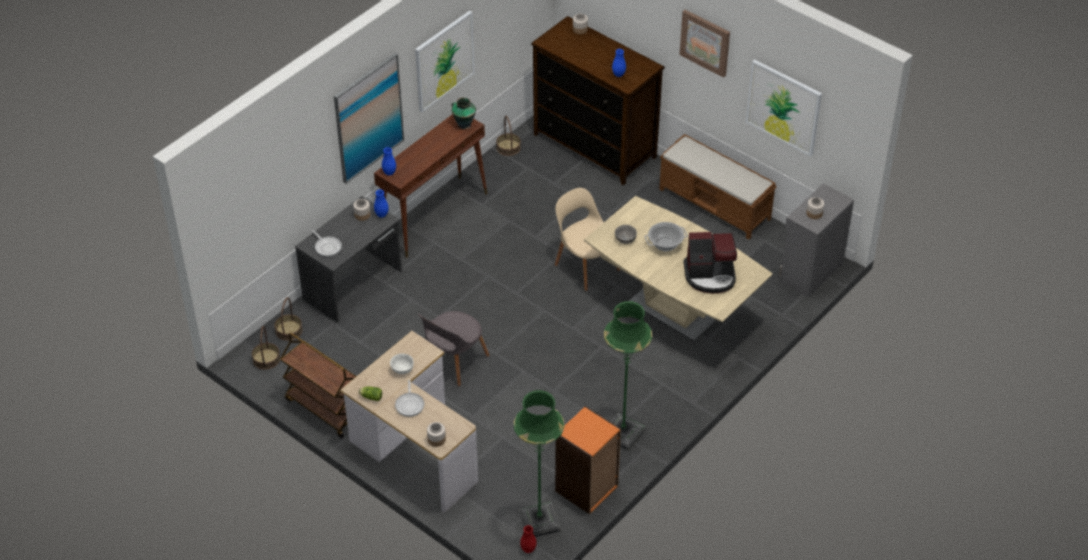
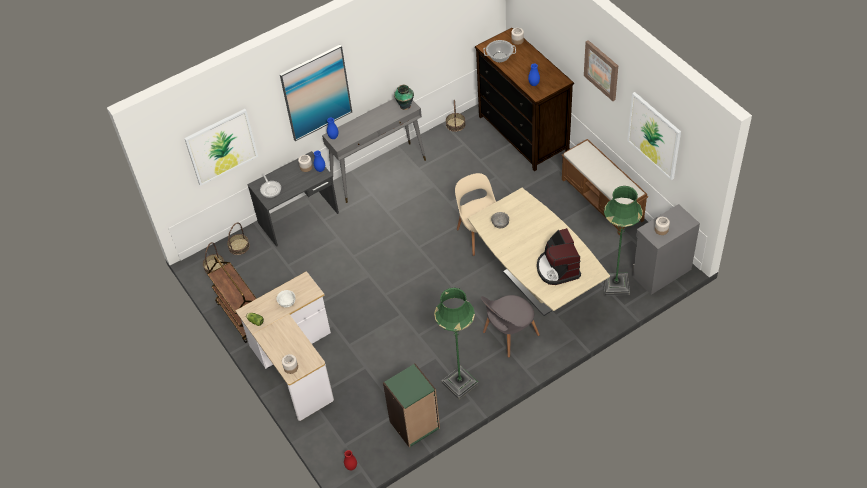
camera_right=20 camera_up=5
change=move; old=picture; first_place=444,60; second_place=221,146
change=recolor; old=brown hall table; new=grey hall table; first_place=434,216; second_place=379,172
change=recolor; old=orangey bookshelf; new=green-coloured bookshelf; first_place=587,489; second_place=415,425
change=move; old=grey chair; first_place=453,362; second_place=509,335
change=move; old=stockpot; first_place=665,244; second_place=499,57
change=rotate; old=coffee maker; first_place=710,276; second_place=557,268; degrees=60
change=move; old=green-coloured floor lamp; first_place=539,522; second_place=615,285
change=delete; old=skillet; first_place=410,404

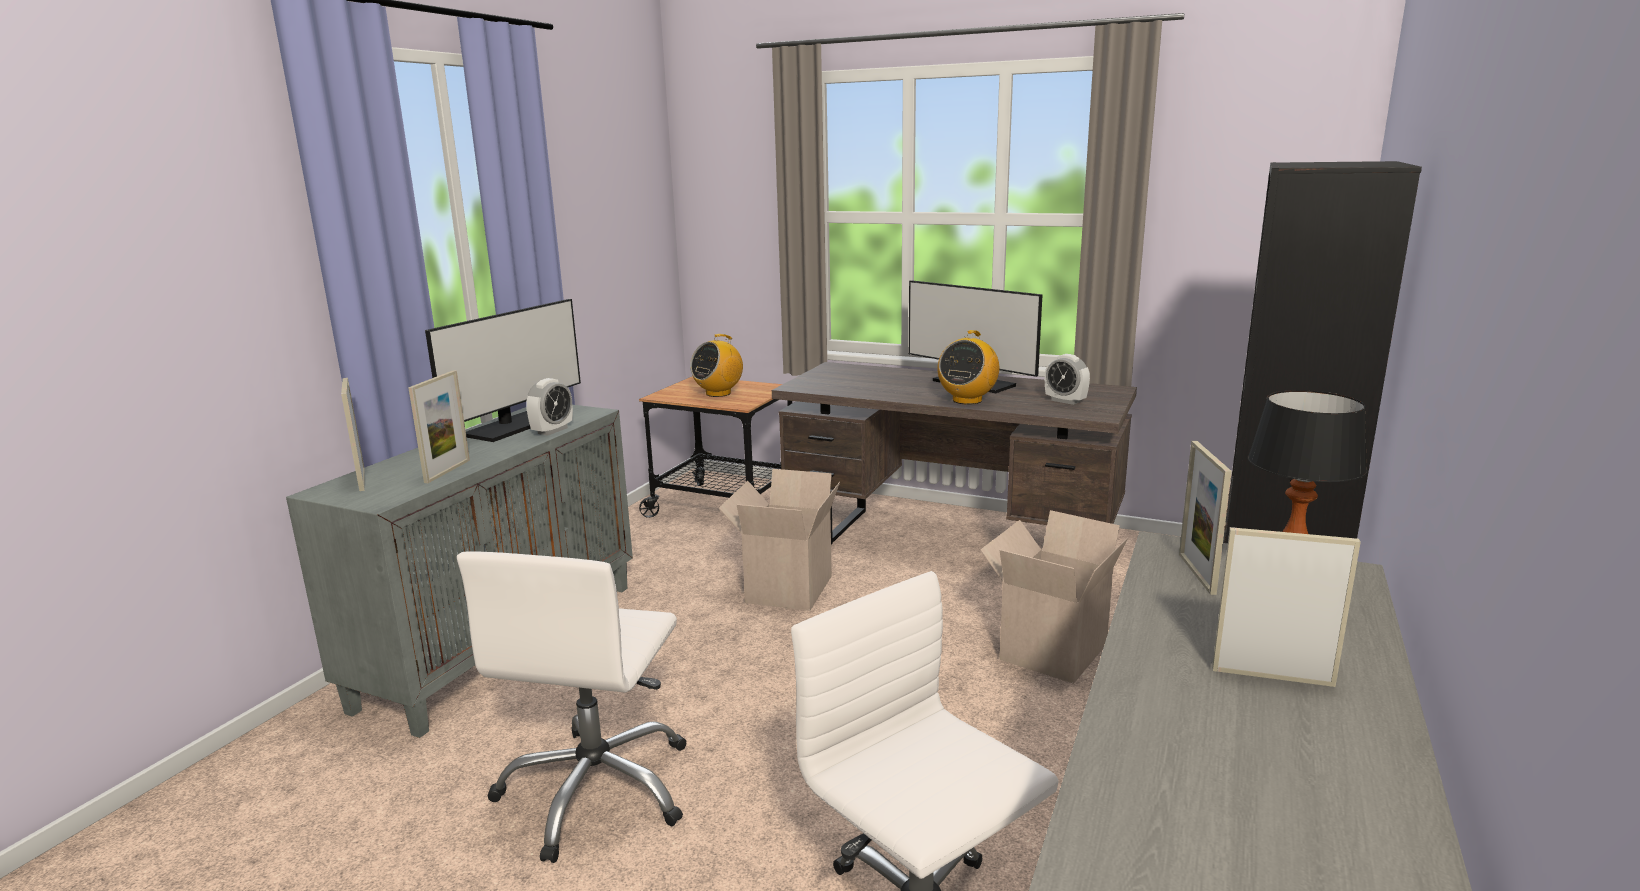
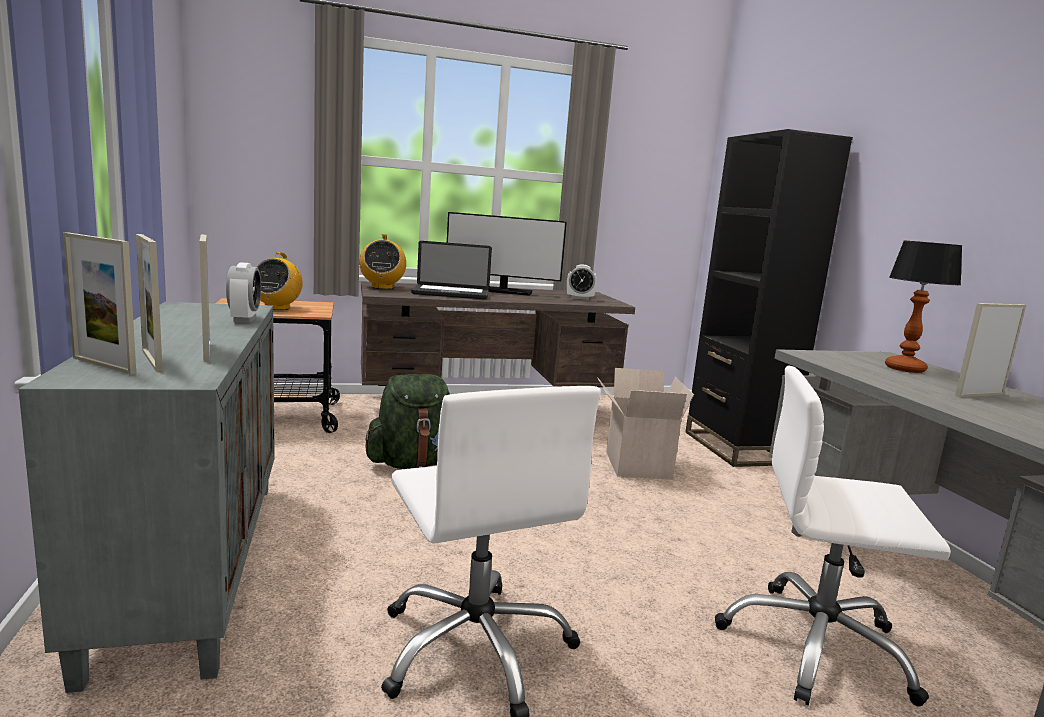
camera_right=-40 camera_up=-5
change=move; old=standing frame; first_place=1196,573; second_place=151,360
change=move; old=radio; first_place=967,400; second_place=382,287
change=replace; old=cardboard box; new=green-coloured backpack; first_place=787,588; second_place=414,463
change=insert; new=laptop; second_place=451,294
change=delete; old=computer screen; first_place=512,426

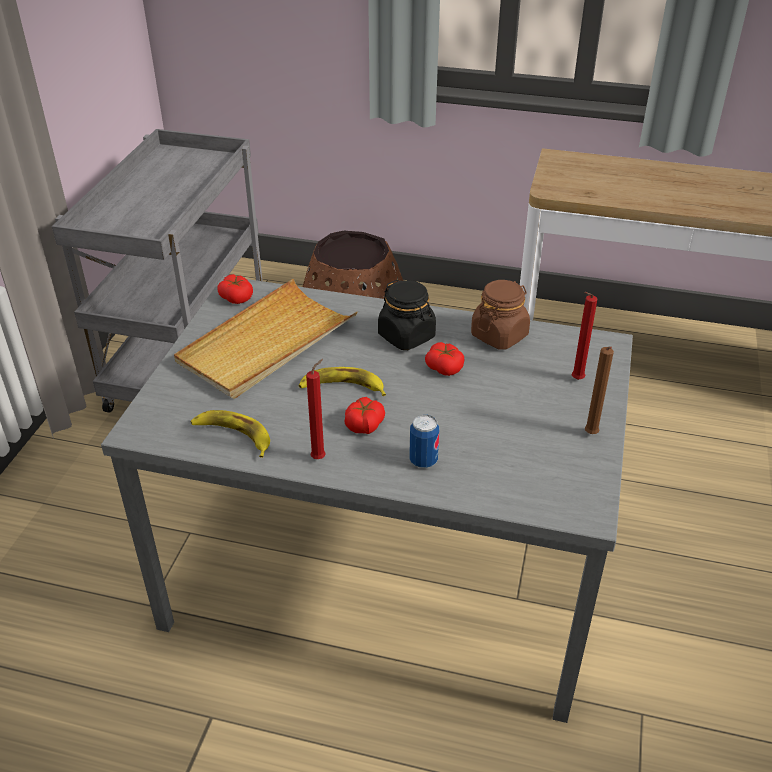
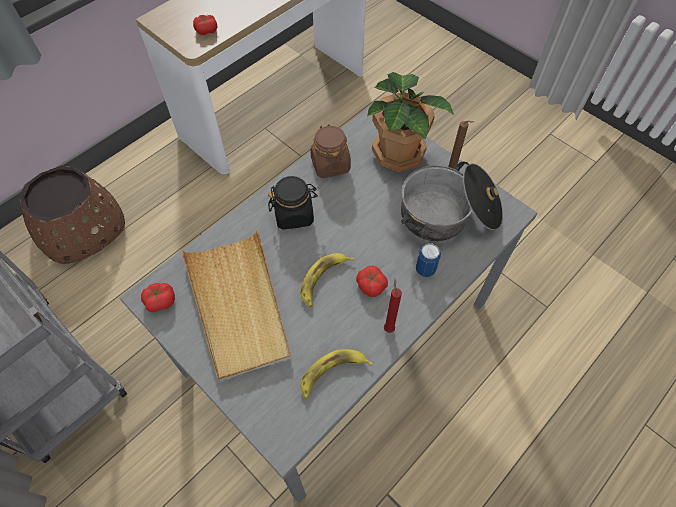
camera_right=-60 camera_up=20
change=move; old=whole tomato; first_place=444,367; second_place=206,30
change=replace; old=reddish wax light; new=plant in a pot; first_place=575,380; second_place=399,152
change=insert; new=stockpot; second_place=449,215

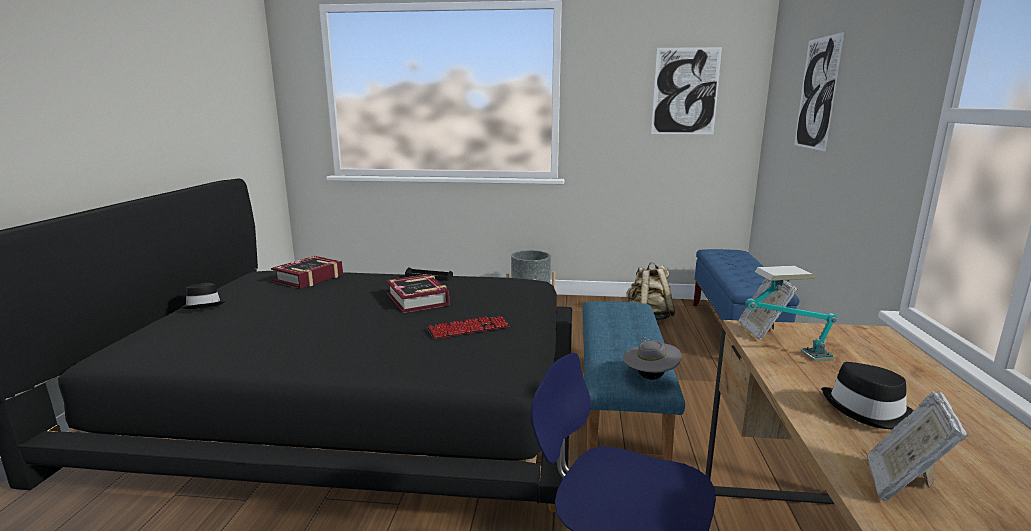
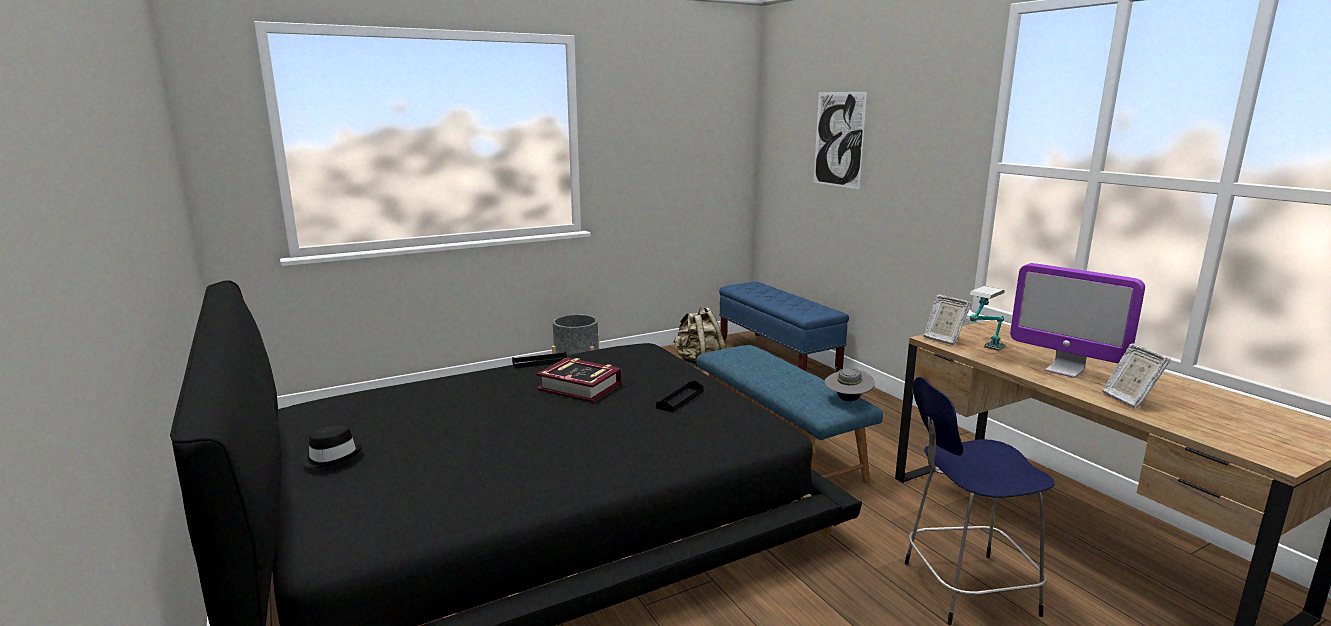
camera_right=-35 camera_up=0
change=replace; old=computer keyboard; new=black-coloured tray; first_place=468,329; second_place=680,399
change=replace; old=black-coloured clothing hat; new=computer screen; first_place=869,411; second_place=1064,370
change=delete; old=volume; first_place=309,278
change=delete; old=picture; first_place=685,91

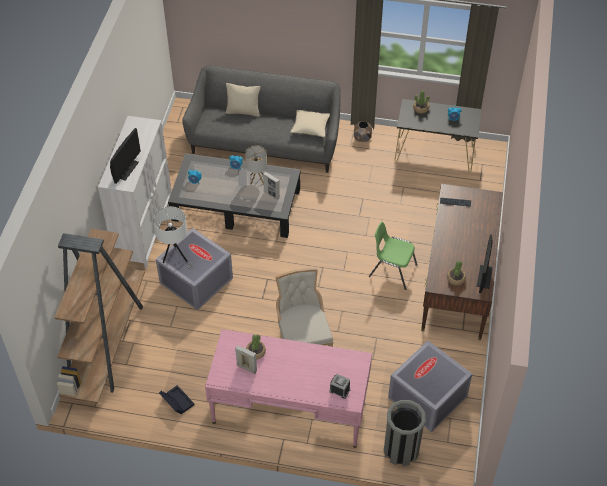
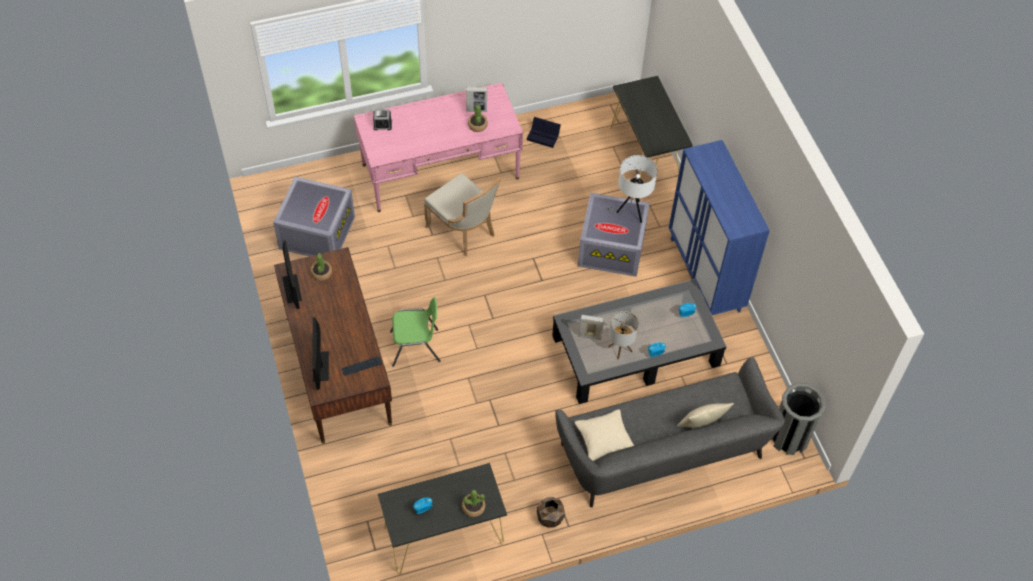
camera_right=150 camera_up=5
change=move; old=computer screen; first_place=126,169; second_place=321,366
change=replace; old=brown bookshelf; new=black-coloured hall table; first_place=106,343; second_place=646,156
change=recolor; old=whitish storage cabinet; new=blue-coloured storage cabinet; first_place=144,232; second_place=705,274
change=move; old=grey trash can; first_place=401,450; second_place=789,437

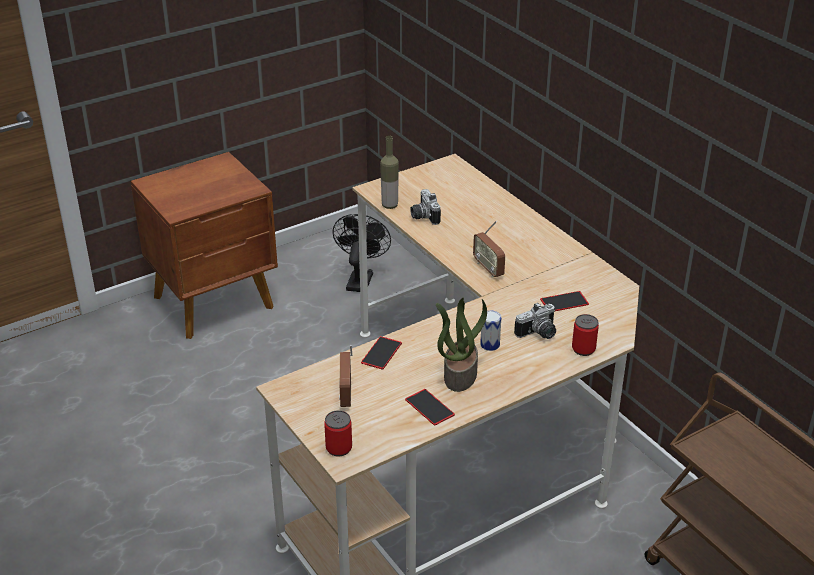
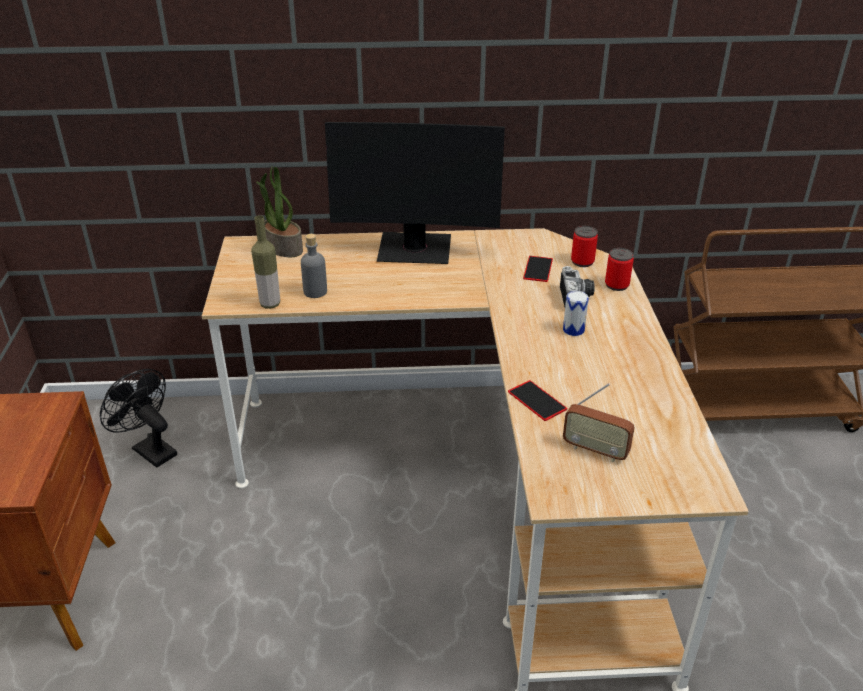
camera_right=-60 camera_up=0
change=move; old=plant in a pot; first_place=459,375; second_place=282,248
change=replace; old=photo camera; new=grey drink bottle; first_place=423,216; second_place=315,292
change=insert; new=computer screen; second_place=415,250
change=move; old=metal can; first_place=339,448; second_place=582,262
change=delete; old=handset; first_place=429,407
change=delete; old=radio; first_place=488,268

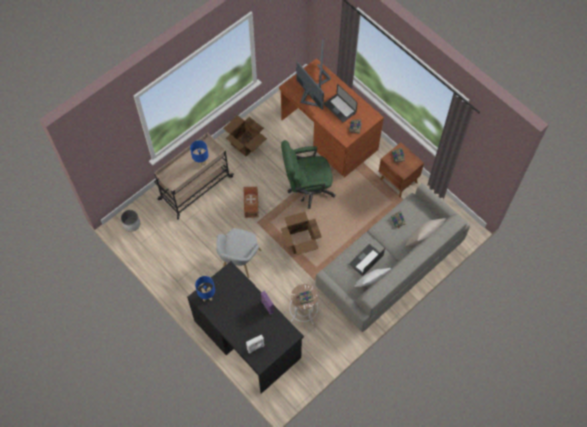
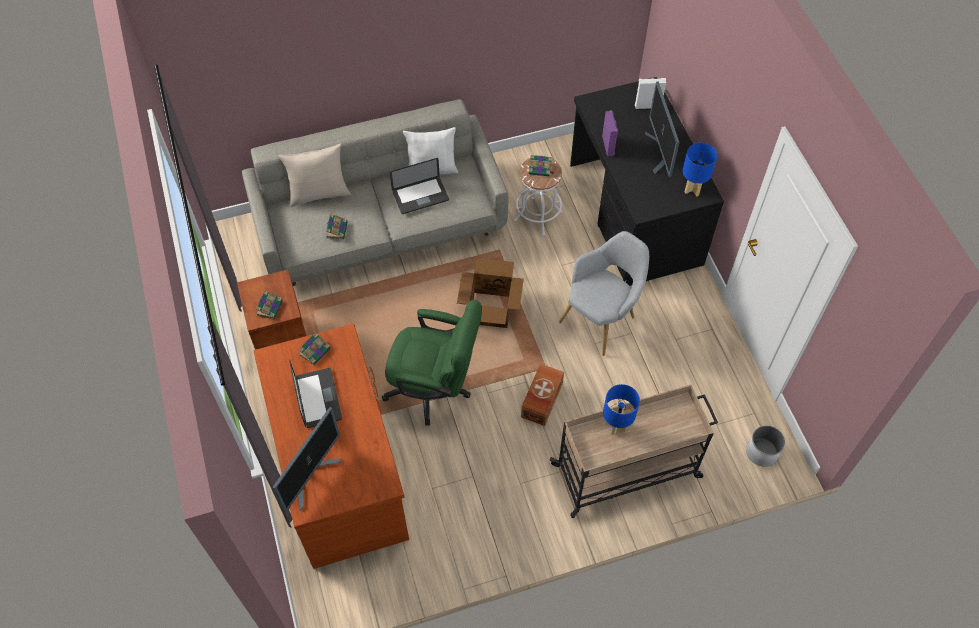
camera_right=-155 camera_up=-5
change=move; old=computer screen; first_place=308,98; second_place=661,153
change=delete; old=cardboard box; first_place=246,144

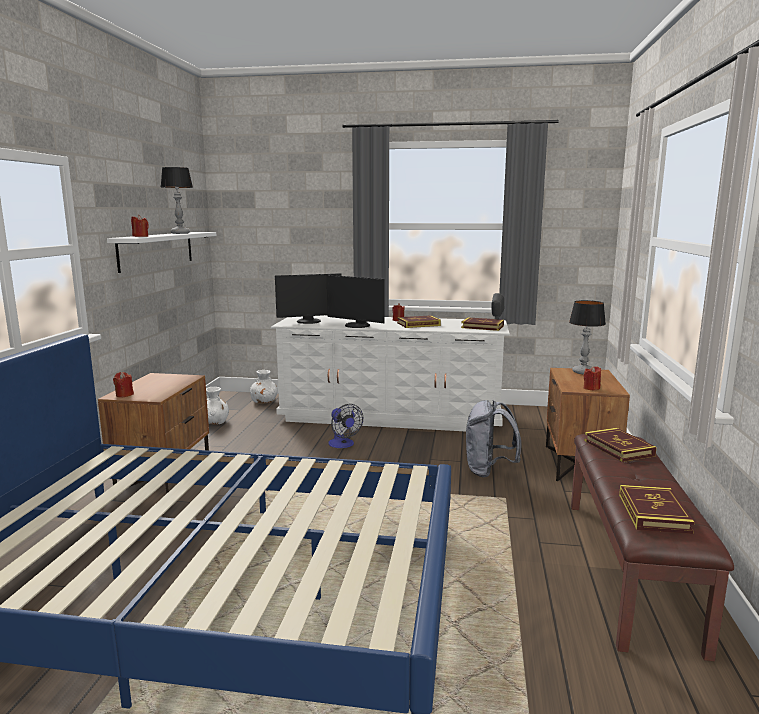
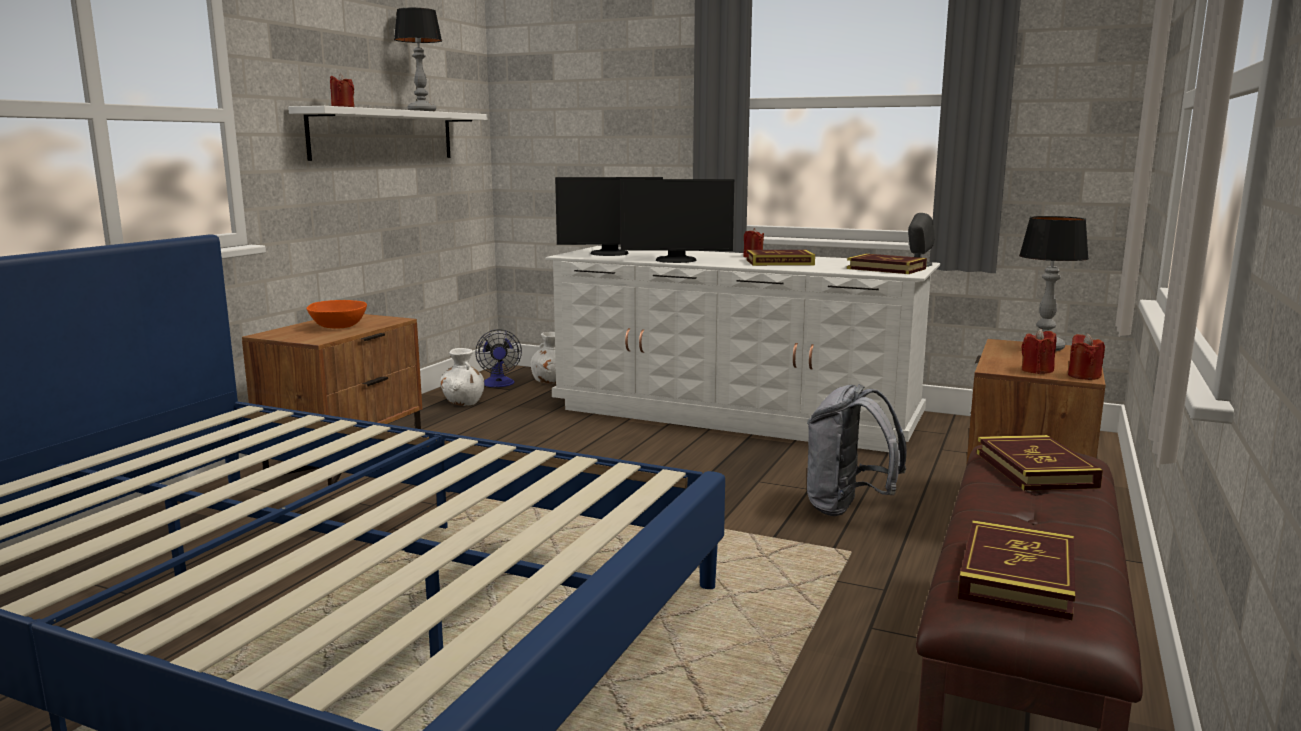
camera_right=15 camera_up=0
change=insert; new=orangey bowl; second_place=339,327
change=move; old=cooling fan; first_place=343,445; second_place=499,384
change=rotate; old=computer screen; first_place=356,326; second_place=676,260; degrees=-45
change=move; old=reddish wax light; first_place=124,395; second_place=1083,376

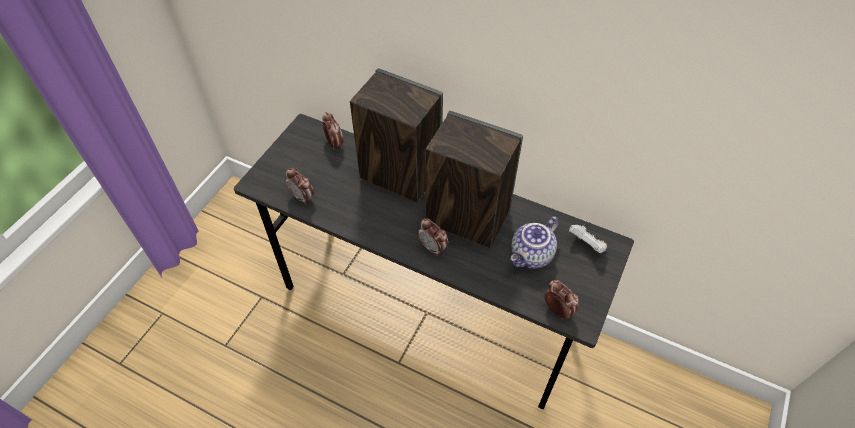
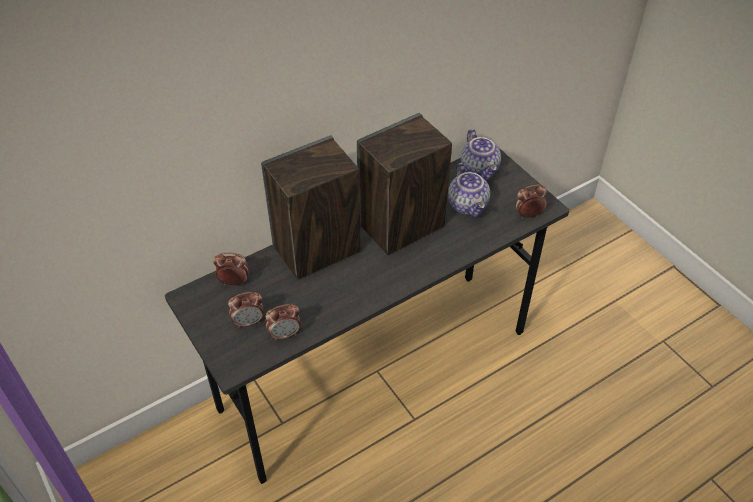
camera_right=-60 camera_up=-5
change=move; old=table clock; first_place=433,248; second_place=248,322
change=replace; old=whitish game controller; new=tea pot; first_place=587,245; second_place=480,169

